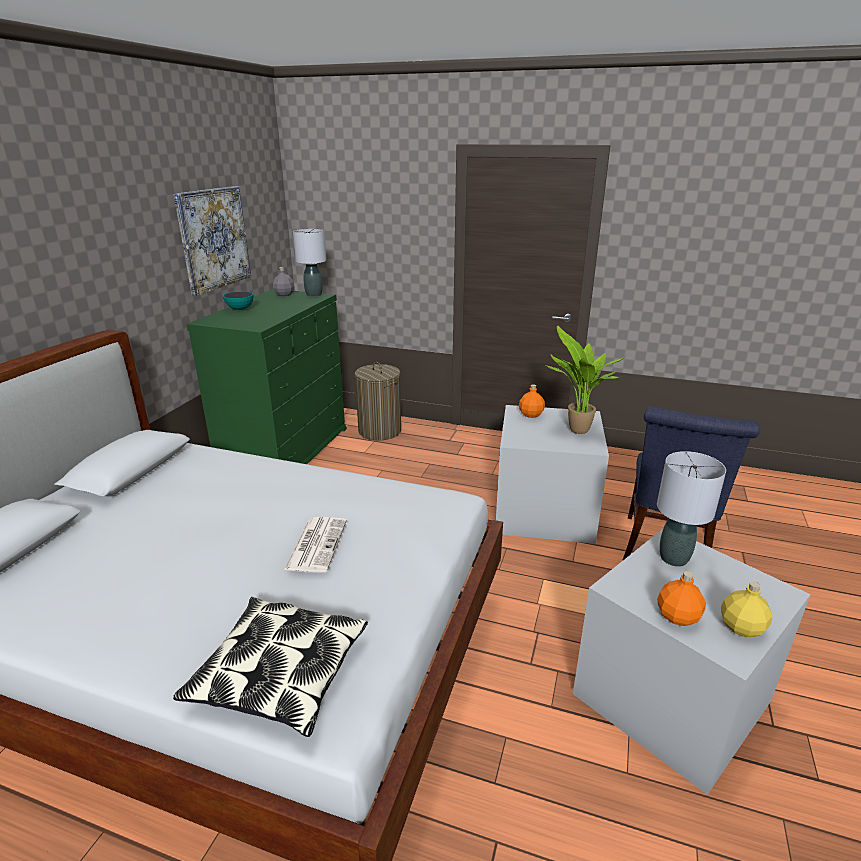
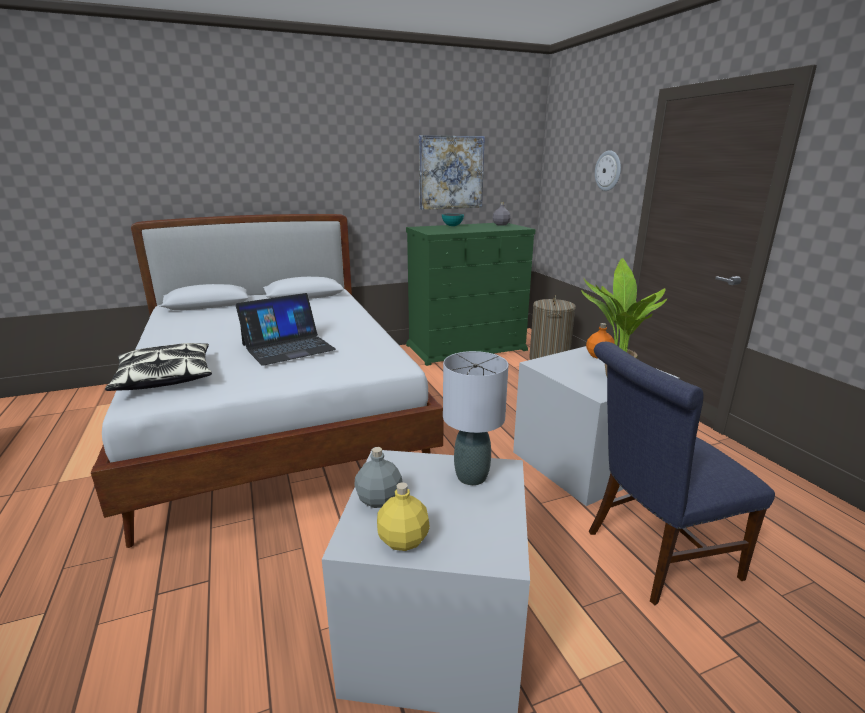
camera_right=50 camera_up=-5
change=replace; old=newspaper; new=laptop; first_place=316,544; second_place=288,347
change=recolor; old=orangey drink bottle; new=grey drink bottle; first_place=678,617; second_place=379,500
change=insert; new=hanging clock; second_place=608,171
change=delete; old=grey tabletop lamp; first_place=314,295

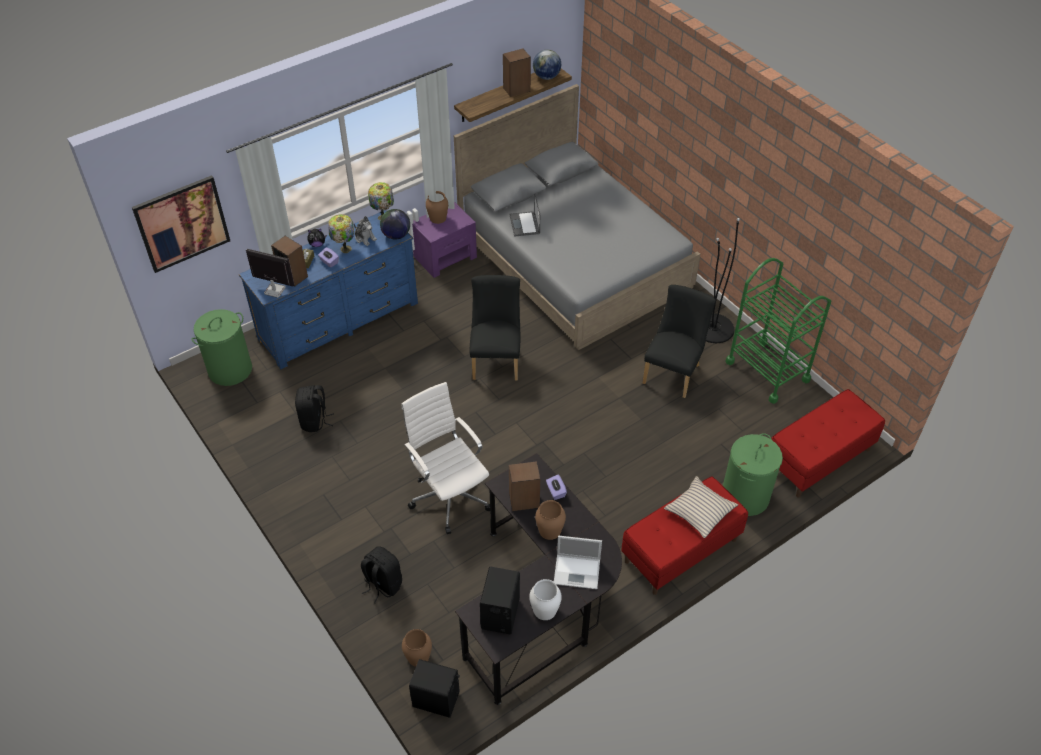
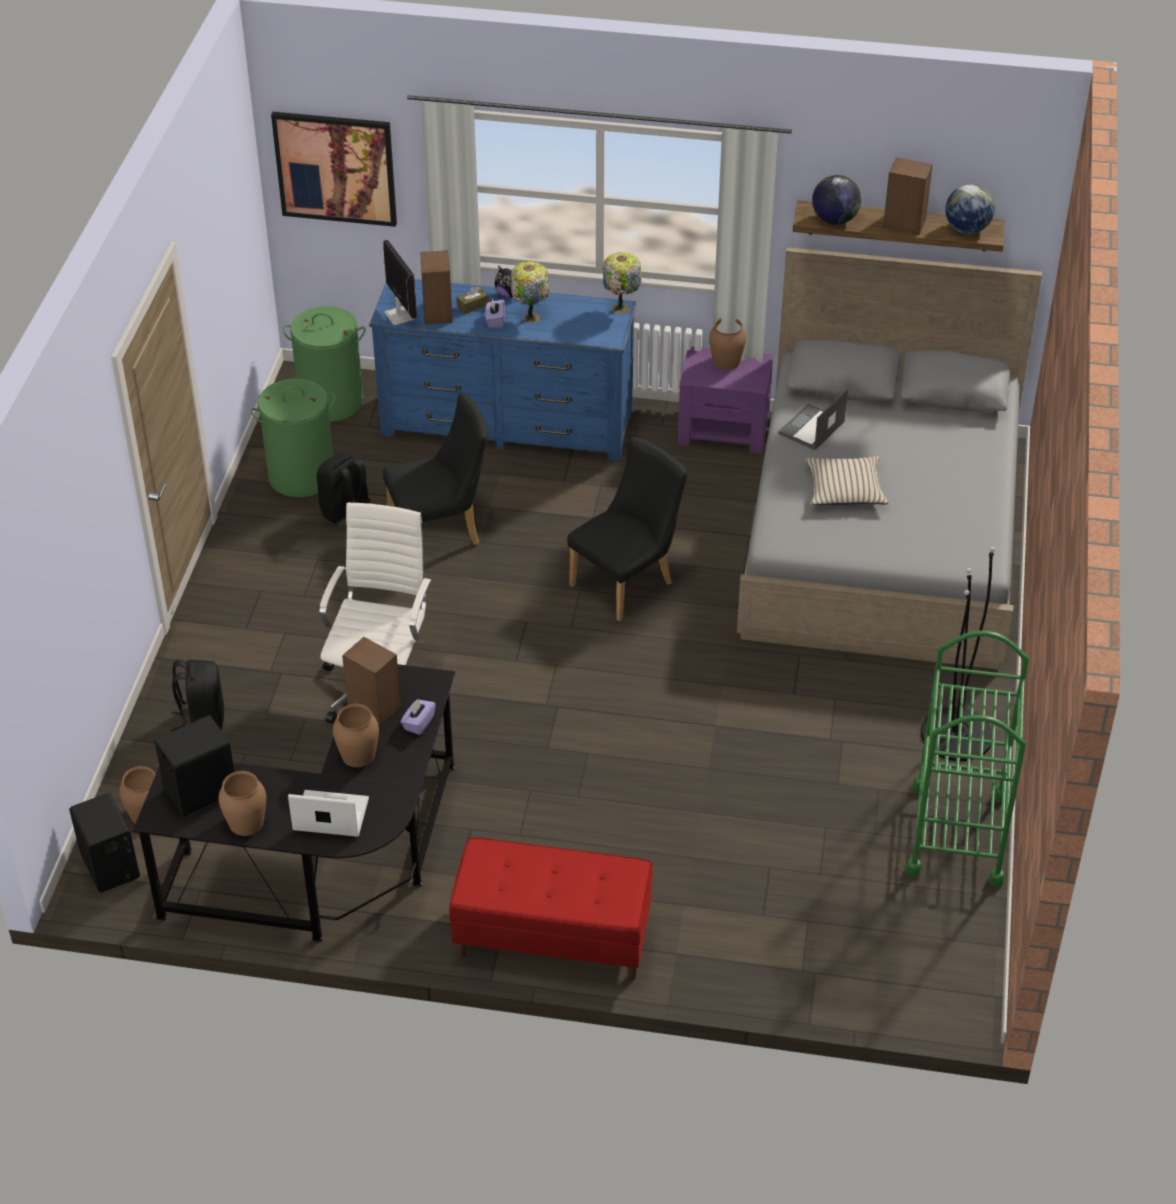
camera_right=45 camera_up=-5
change=recolor; old=whitish flower vase; new=brown flower vase; first_place=545,610; second_place=246,823
change=move; old=green-coloured hamper; first_place=745,496; second_place=301,476
change=rotate; old=laptop; first_place=578,571; second_place=329,815; degrees=135
change=move; old=black-coloured chair; first_place=673,371; second_place=441,531
change=move; old=sand-coloured cushion; first_place=699,511; second_place=844,489
change=move; old=desk globe; first_place=396,235; second_place=834,220
change=delete; old=plush toy; first_place=365,238
change=delete; old=reddish indoor bench; first_place=818,459

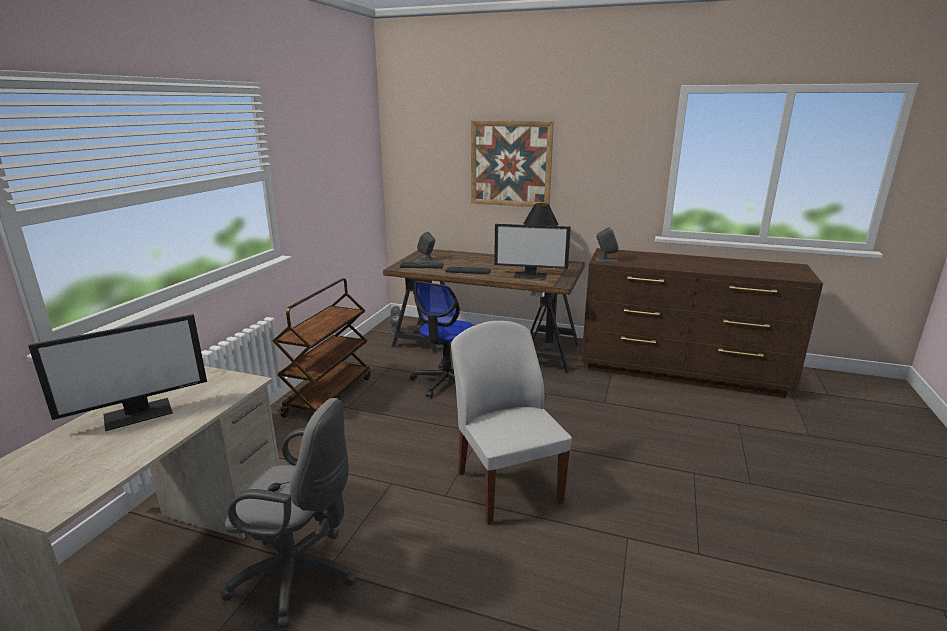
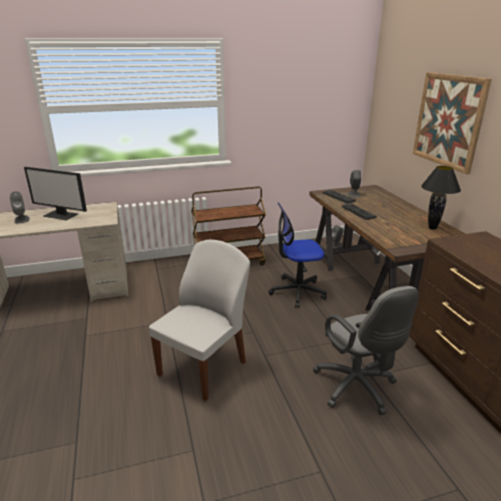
camera_right=55 camera_up=5
change=move; old=grey audio speaker; first_place=606,260; second_place=22,219
change=move; old=grey office chair; first_place=300,576; second_place=357,388
change=delete; old=computer screen; first_place=530,275

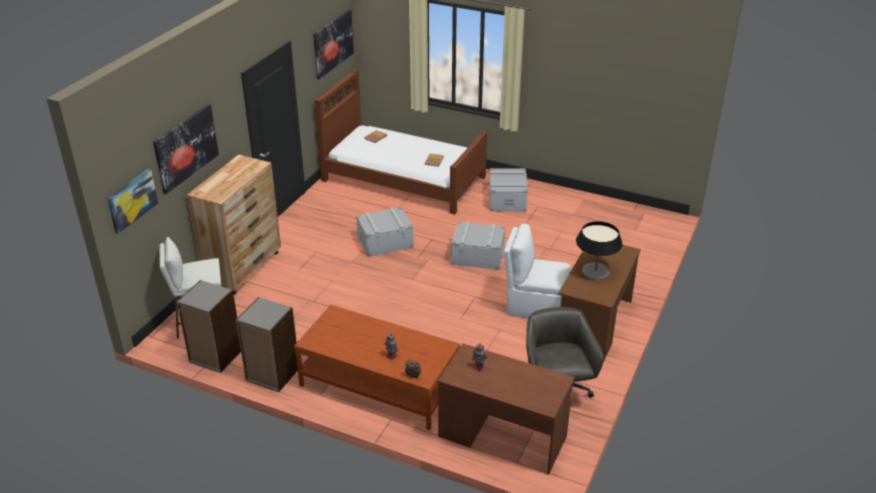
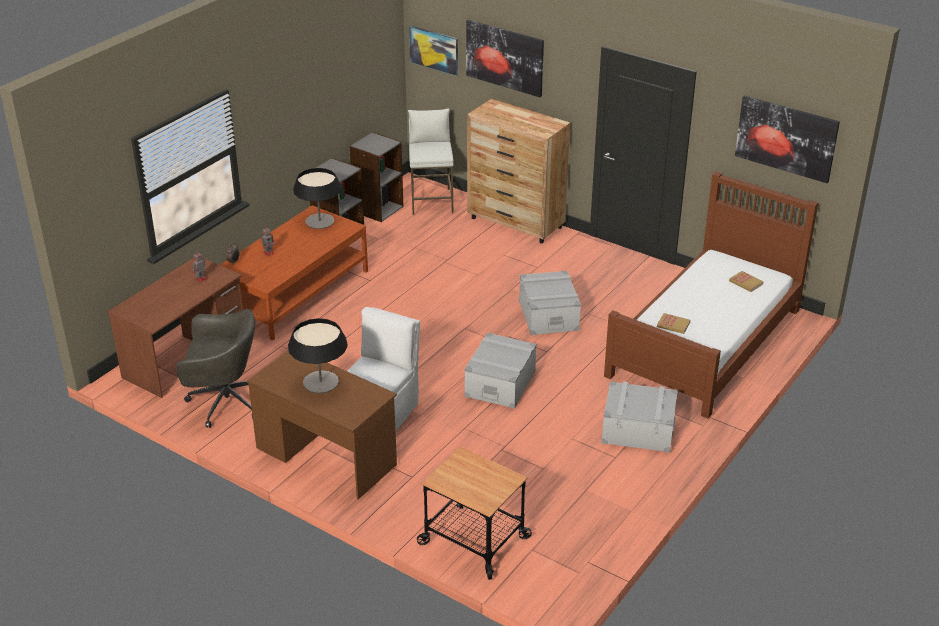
camera_right=100 camera_up=0
change=insert; new=tabletop lamp; second_place=319,221
change=insert; new=wheeled cart; second_place=473,541

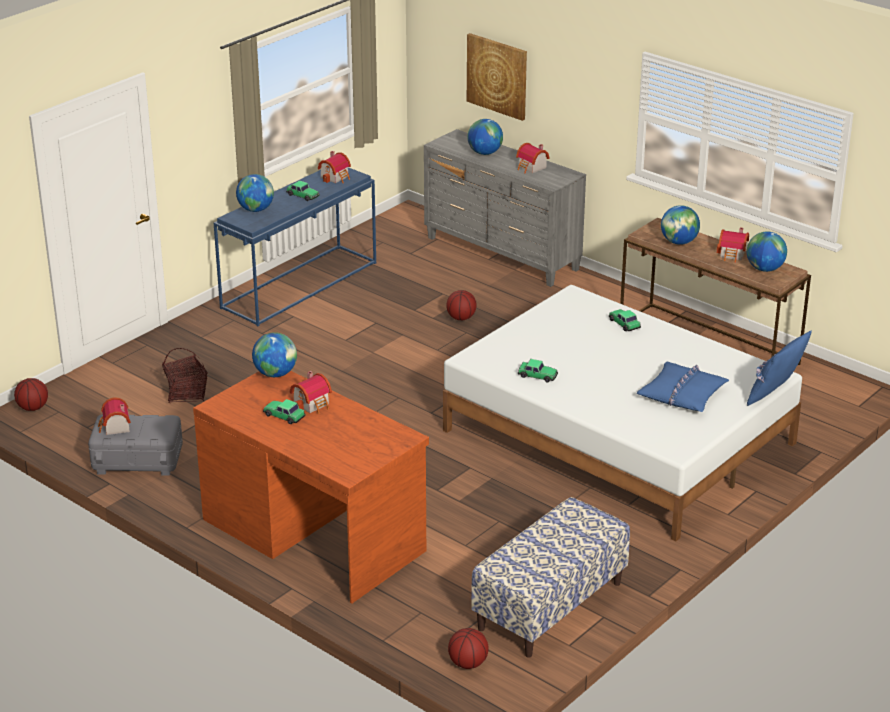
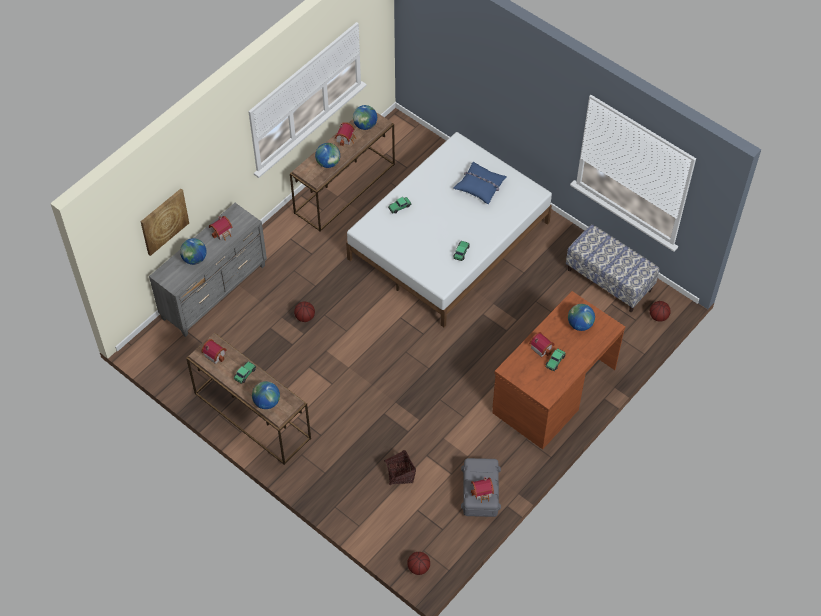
camera_right=-90 camera_up=25
change=recolor; old=blue-coloured hall table; new=brown hall table; first_place=299,284; second_place=251,416
change=move; old=desk globe; first_place=275,374; second_place=580,324
change=delete; old=blue-coloured cushion; first_place=775,396

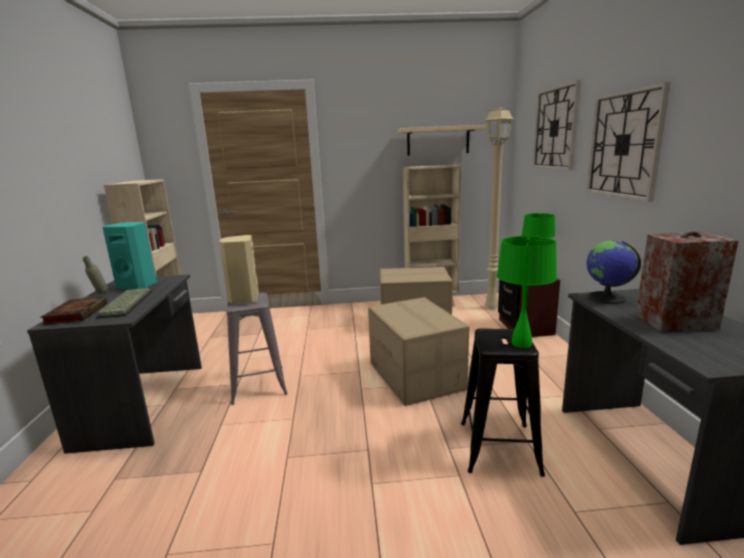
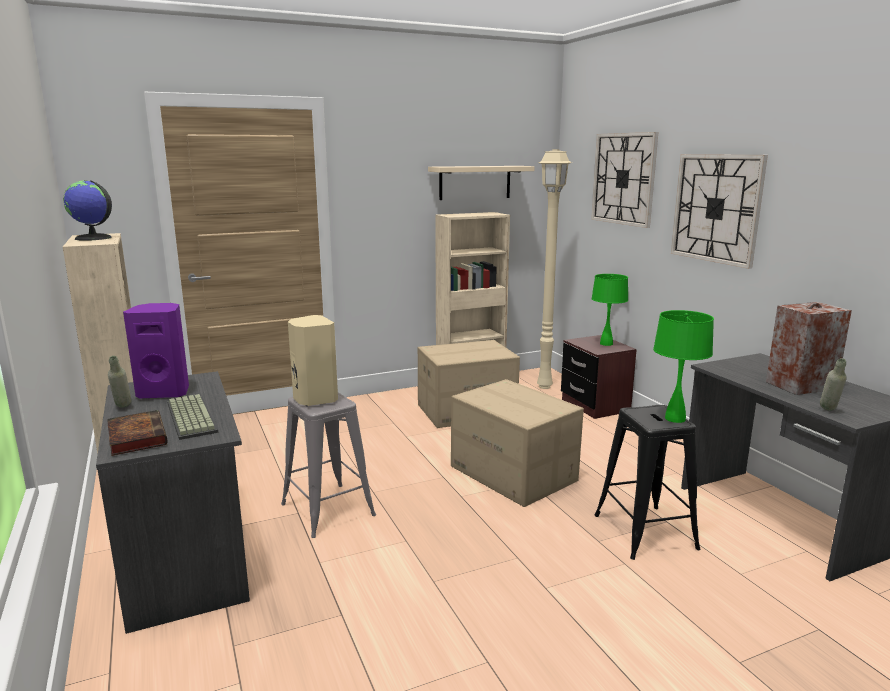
camera_right=-20 camera_up=0
change=move; old=desk globe; first_place=606,298; second_place=93,238
change=recolor; old=turquoise-coloured audio speaker; new=purplish audio speaker; first_place=138,286; second_place=165,392
change=insert; new=grey drink bottle; second_place=829,411

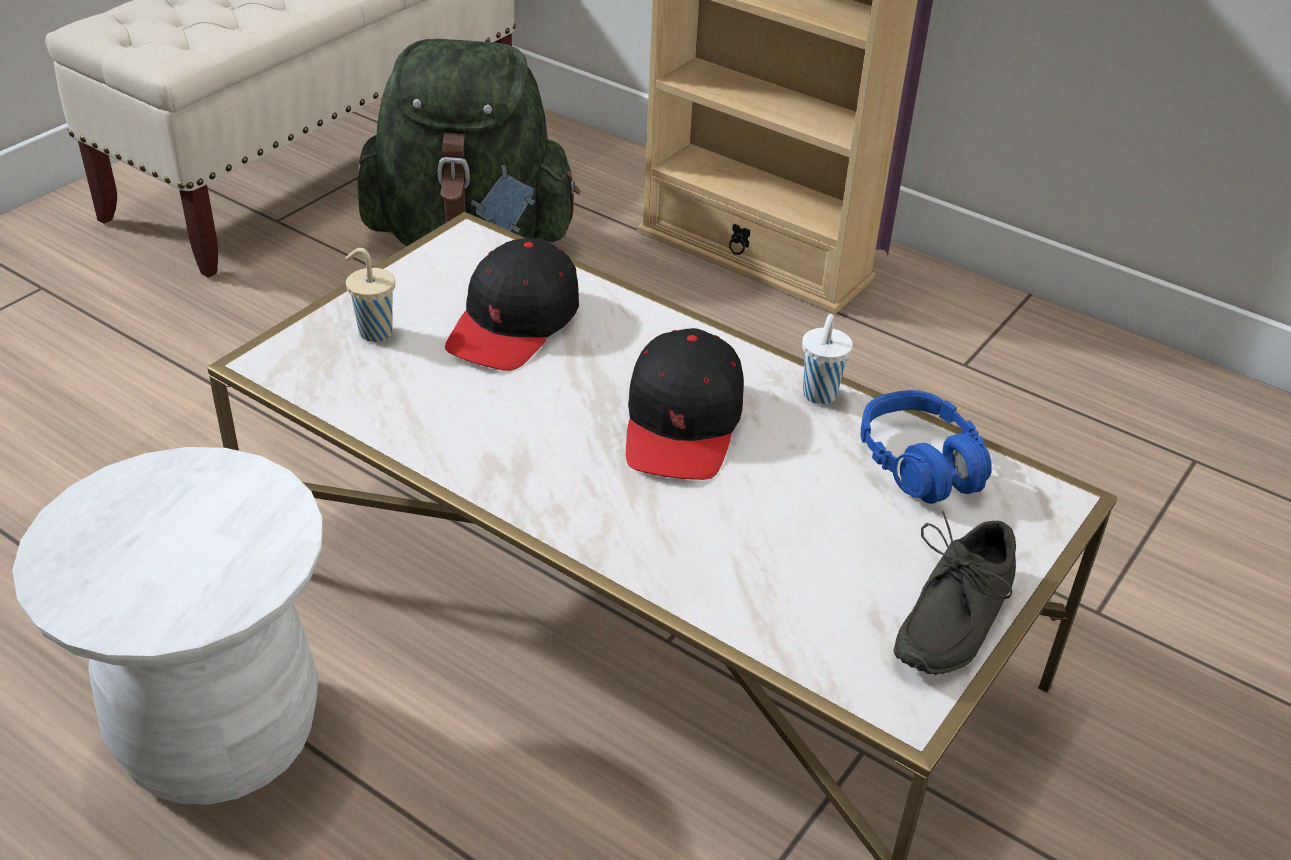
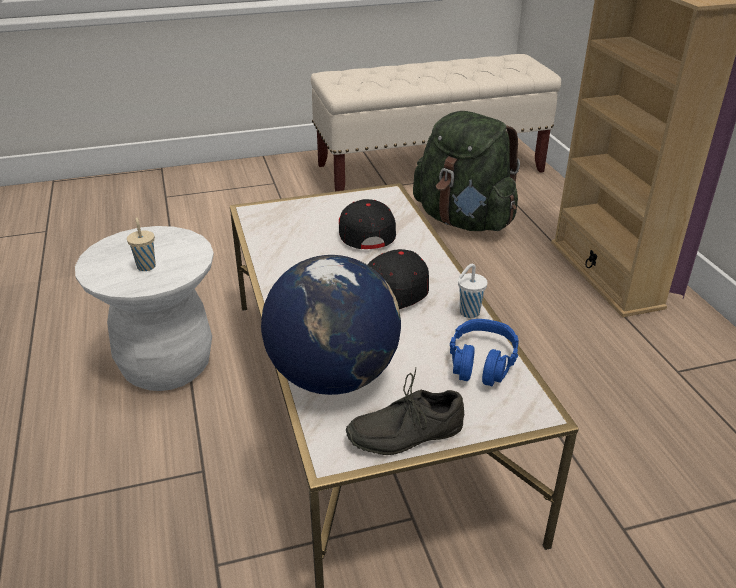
camera_right=40 camera_up=-5
change=move; old=sand-coloured drinking cup; first_place=374,332; second_place=146,266
change=insert; new=desk globe; second_place=333,376
change=rotate; old=black-coloured peaked cap; first_place=514,323; second_place=364,232; degrees=105

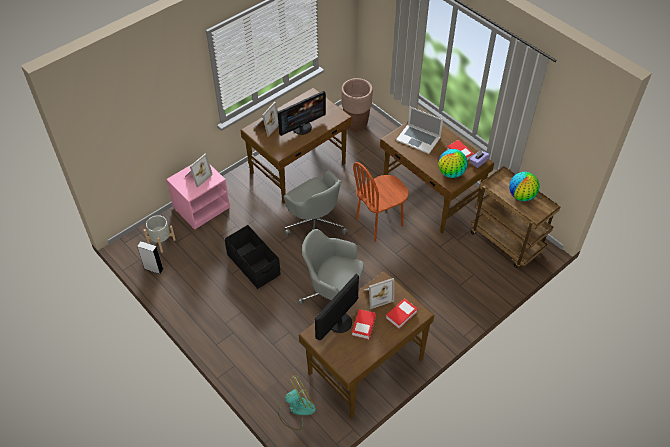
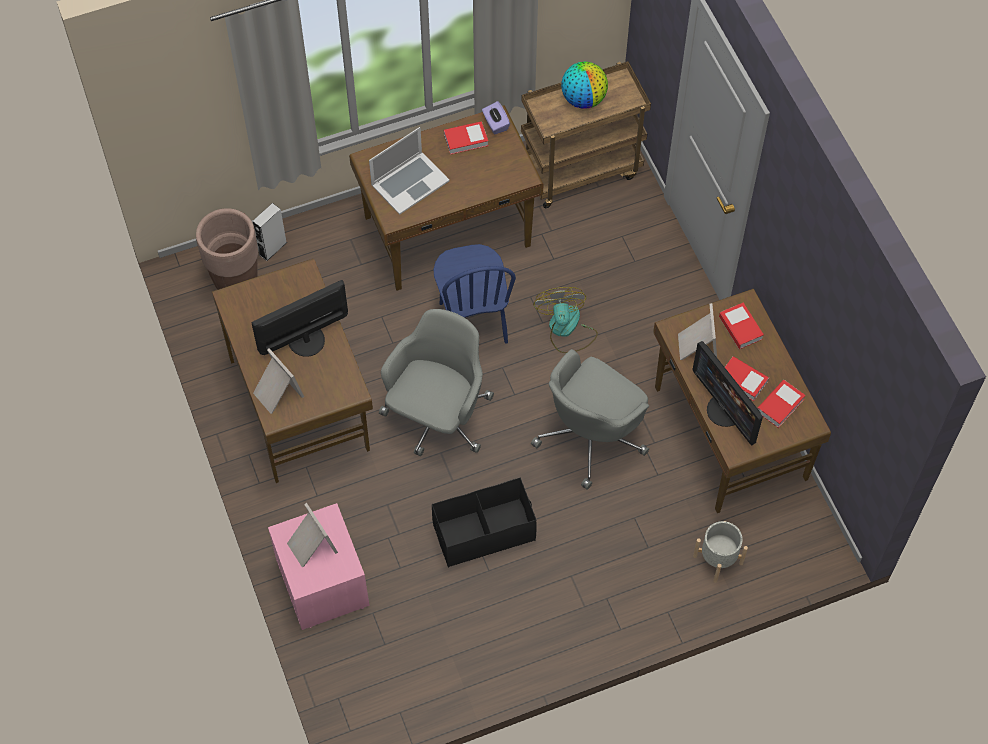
camera_right=-70 camera_up=10
change=rotate; old=computer screen; first_place=302,127; second_place=305,339; degrees=-105
change=move; old=grey audio speaker; first_place=153,269; second_place=272,248
change=rotate; old=grey office chair; first_place=315,225; second_place=437,417; degrees=-45
change=recolor; old=brown chair; new=blue-coloured chair; first_place=379,222; second_place=472,323
change=move; old=cooling fan; first_place=296,409; second_place=566,329
change=move; old=grey flower pot; first_place=161,241; second_place=718,560
change=insert; new=volume; second_place=780,405
change=delete; old=desk globe; first_place=451,173

